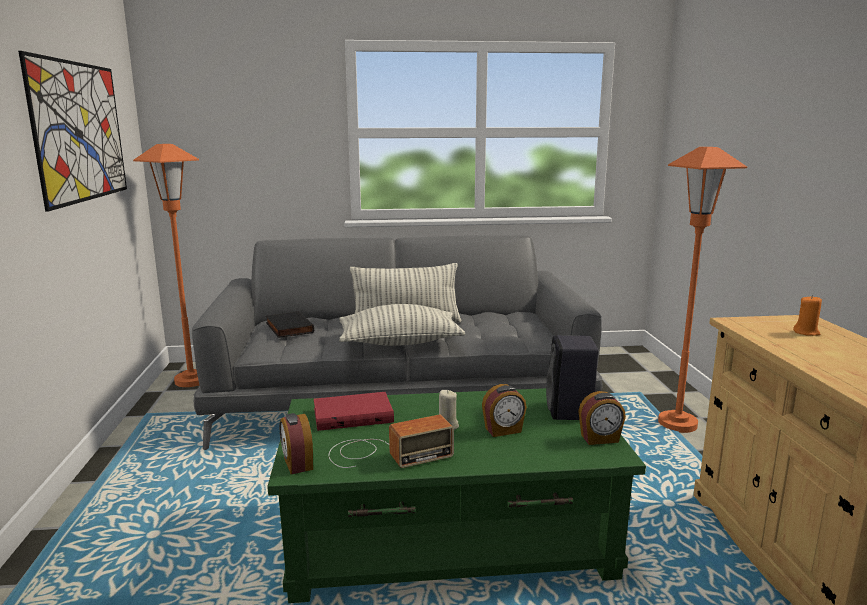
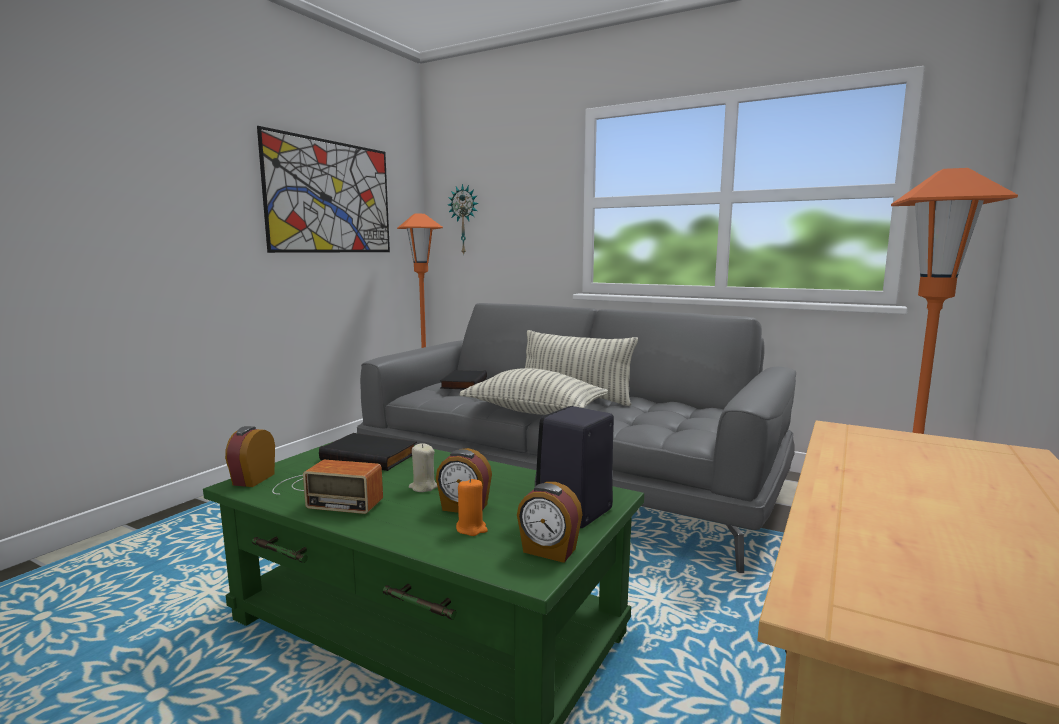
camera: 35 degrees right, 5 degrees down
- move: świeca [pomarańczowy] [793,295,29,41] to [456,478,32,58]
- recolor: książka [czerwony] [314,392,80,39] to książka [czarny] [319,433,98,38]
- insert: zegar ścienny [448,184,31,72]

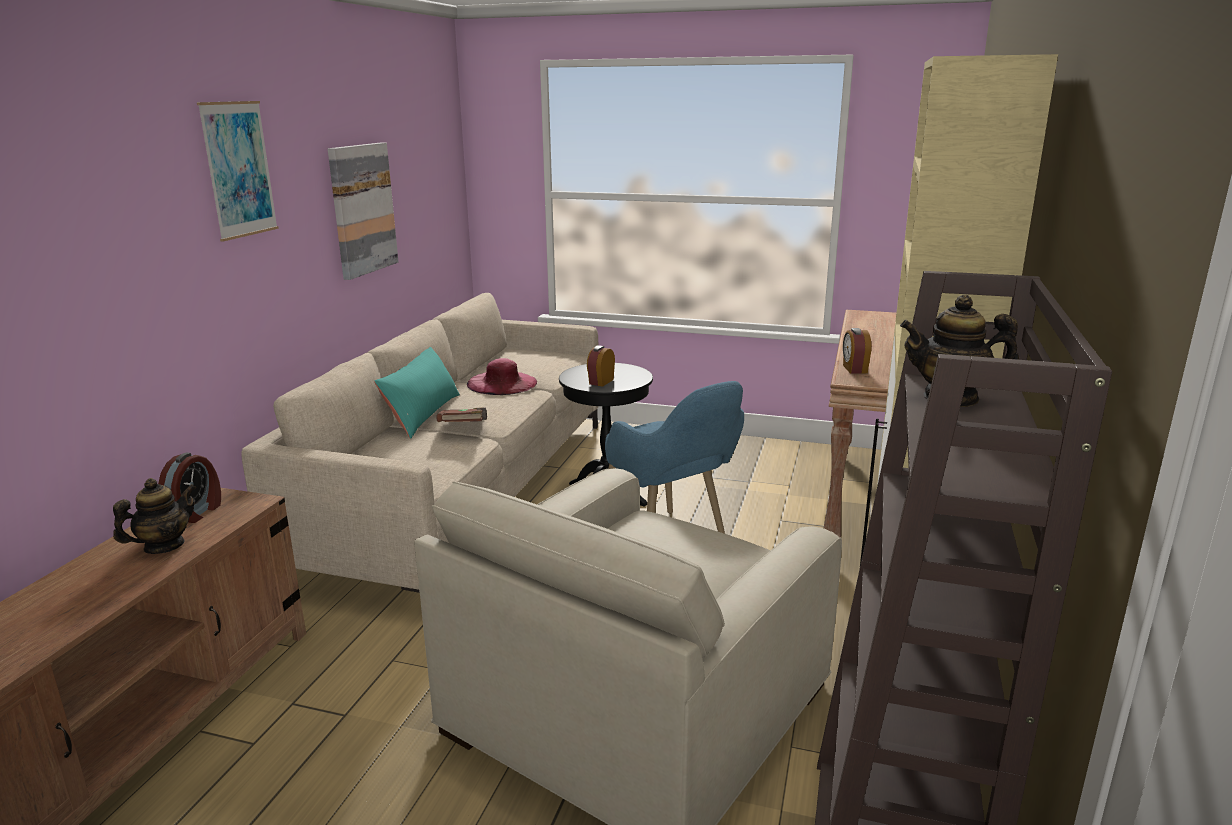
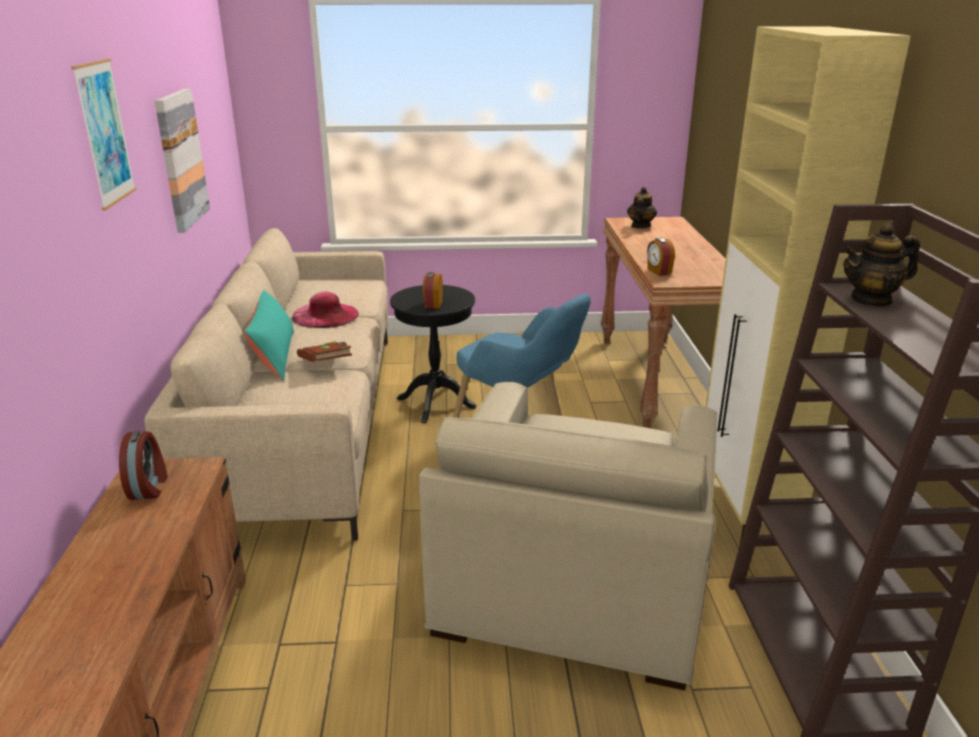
camera: 20 degrees left, 5 degrees up
- move: imbryk [113,478,84,76] to [627,187,30,41]

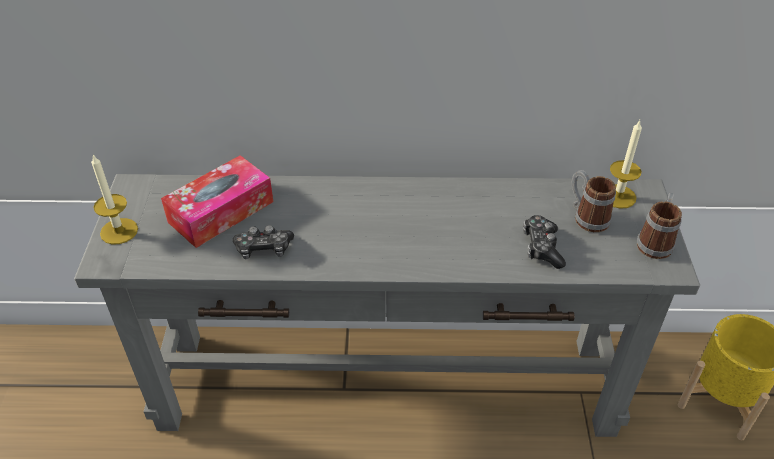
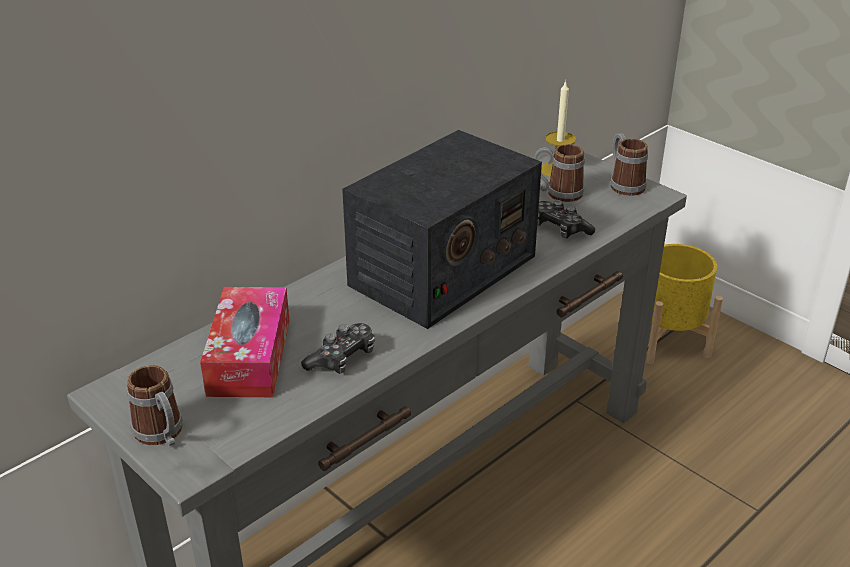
camera: 45 degrees left, 10 degrees down
- replace: świeca [91,155,47,89] to kubek [127,365,56,81]
- insert: radio [342,130,200,199]

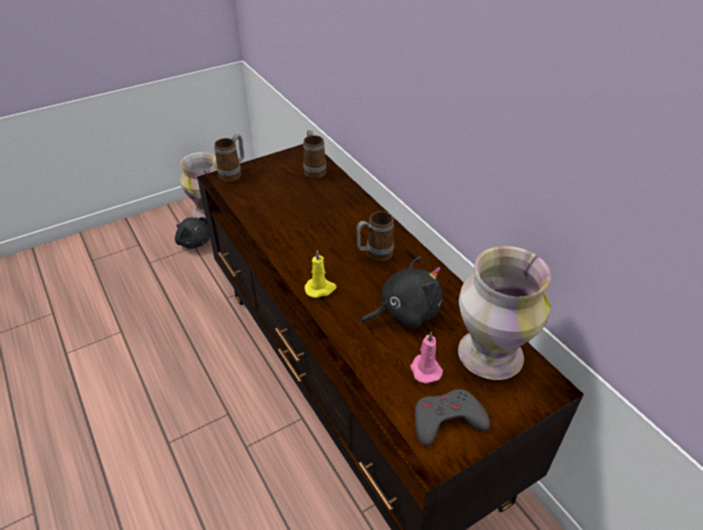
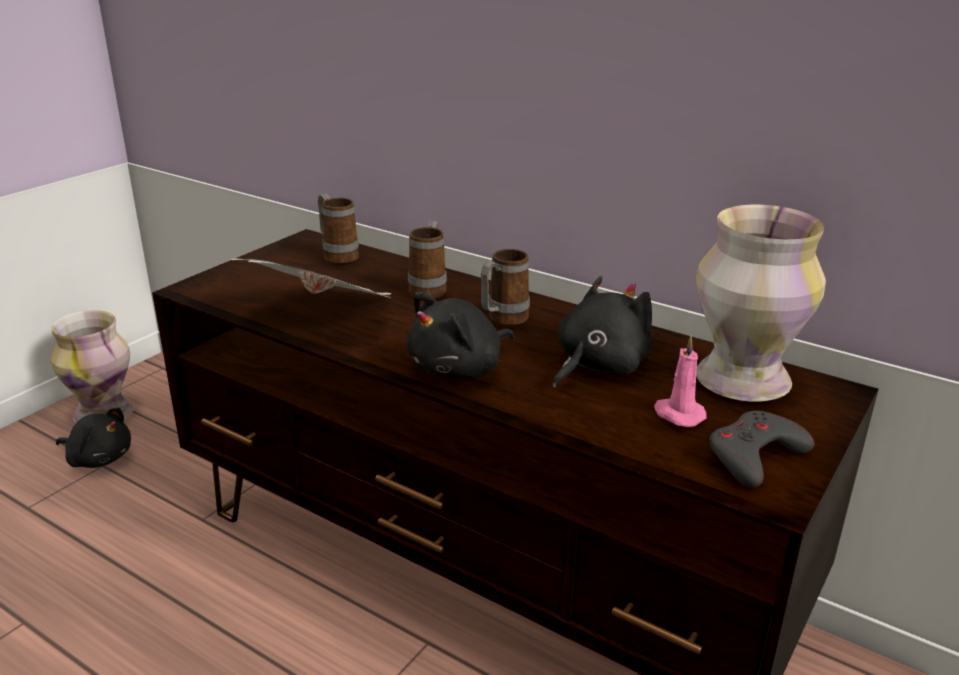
camera: 25 degrees left, 15 degrees down
- move: kubek [214,134,30,48] to [408,221,39,78]
- replace: świeca [żółty] [304,250,32,48] to pluszak [czarny] [407,292,108,87]
- insert: gazeta [230,258,162,39]

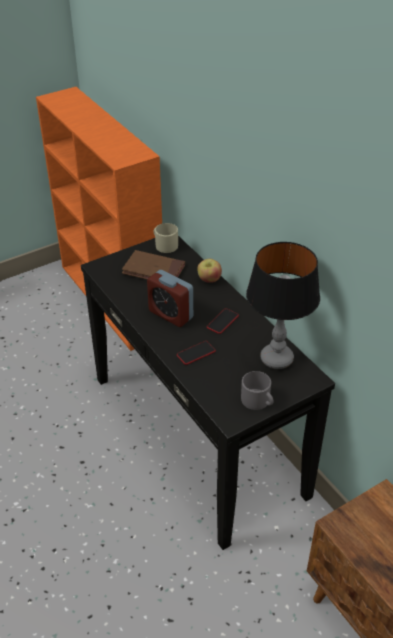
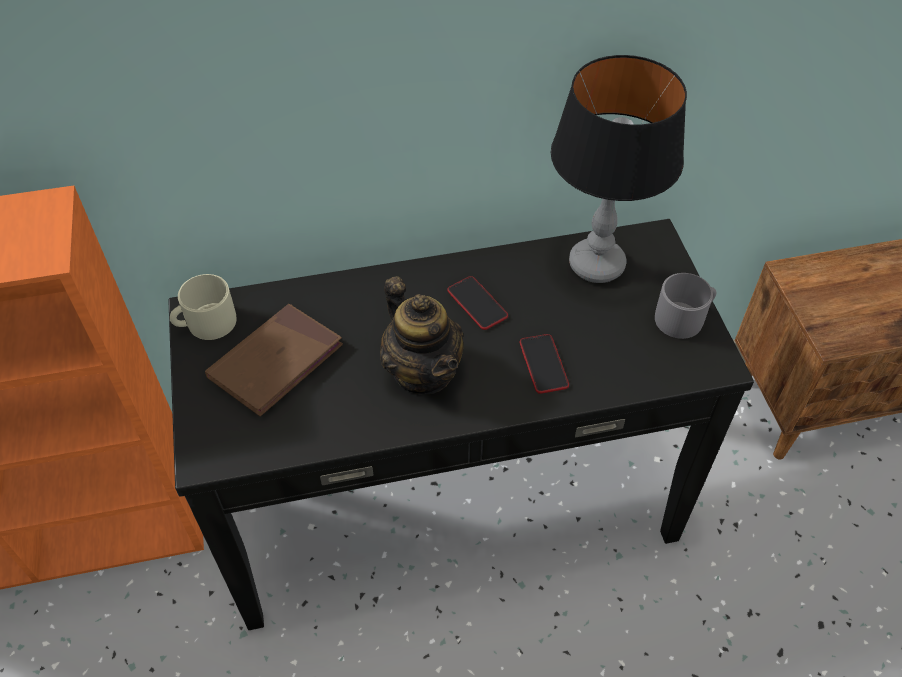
camera: 70 degrees left, 10 degrees up
- delete: jabłko [197,259,25,24]
- replace: budzik [147,270,46,57] to imbryk [380,276,83,118]

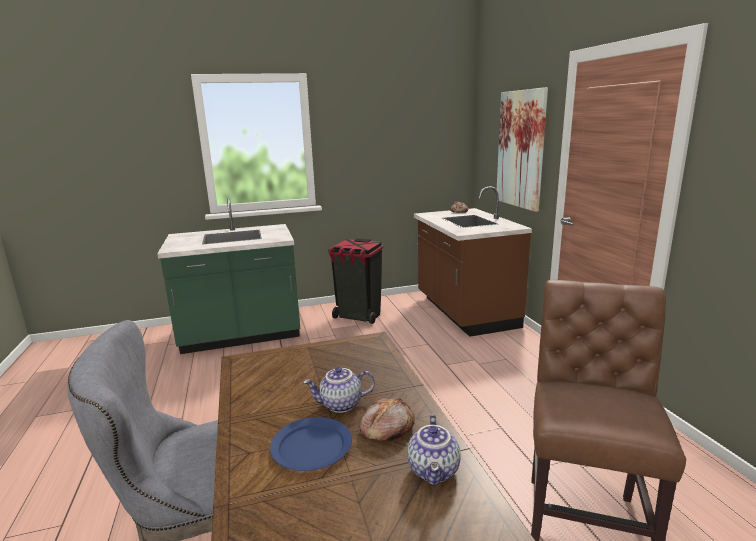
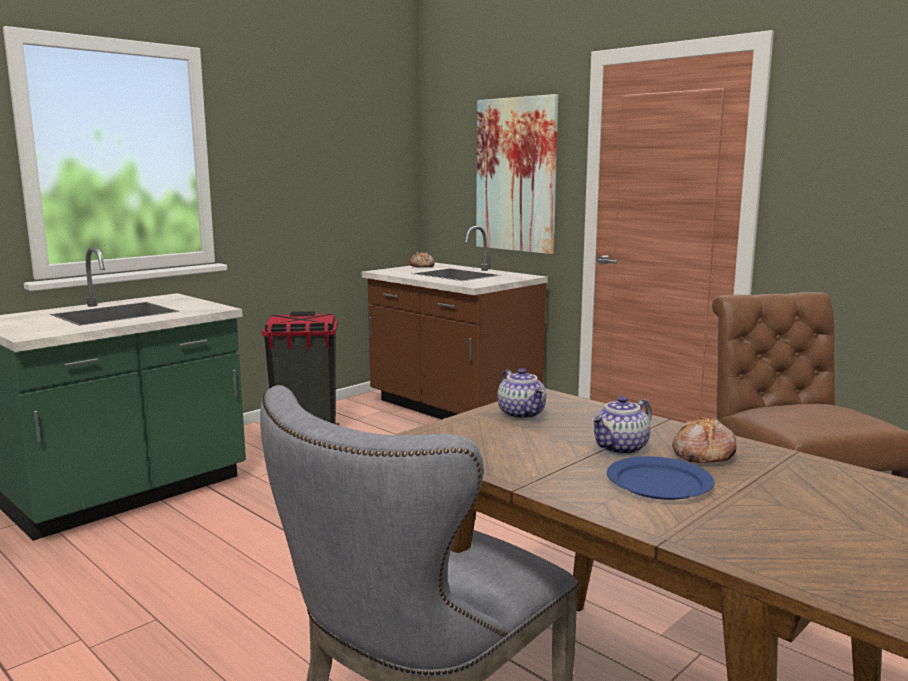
camera: 30 degrees left, 5 degrees down
- move: imbryk [408,414,53,71] to [497,368,49,51]

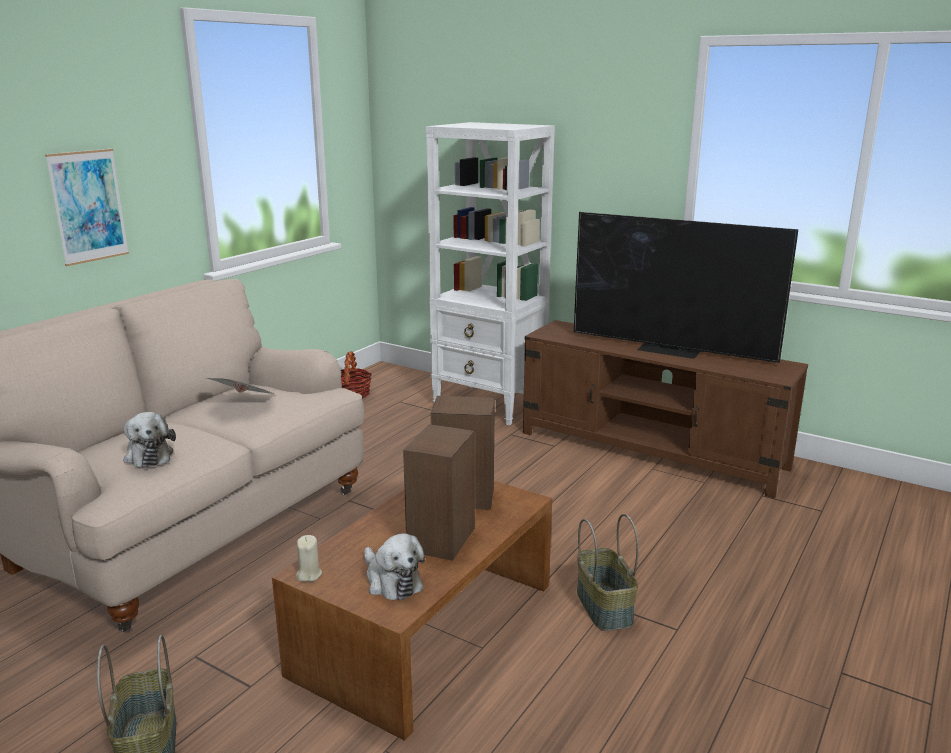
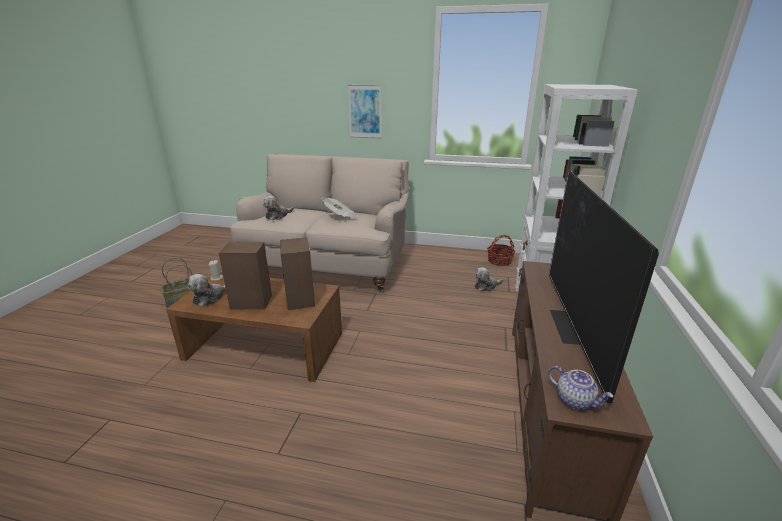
camera: 70 degrees right, 5 degrees up
- delete: koszyk [577,514,62,117]
- insert: pluszak [475,267,28,24]
- insert: imbryk [548,366,66,44]

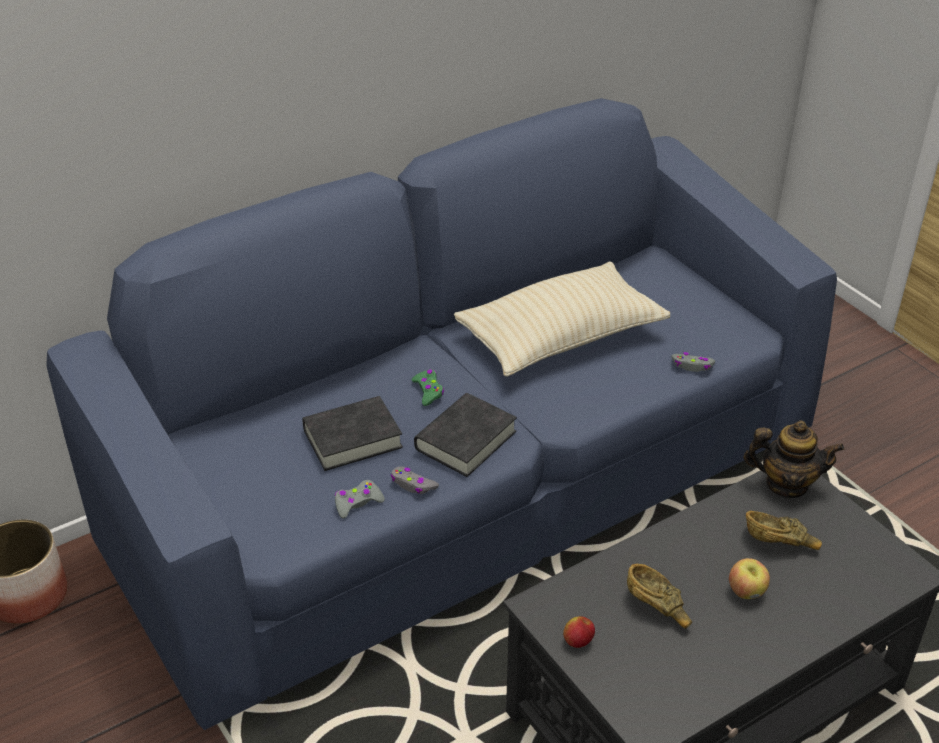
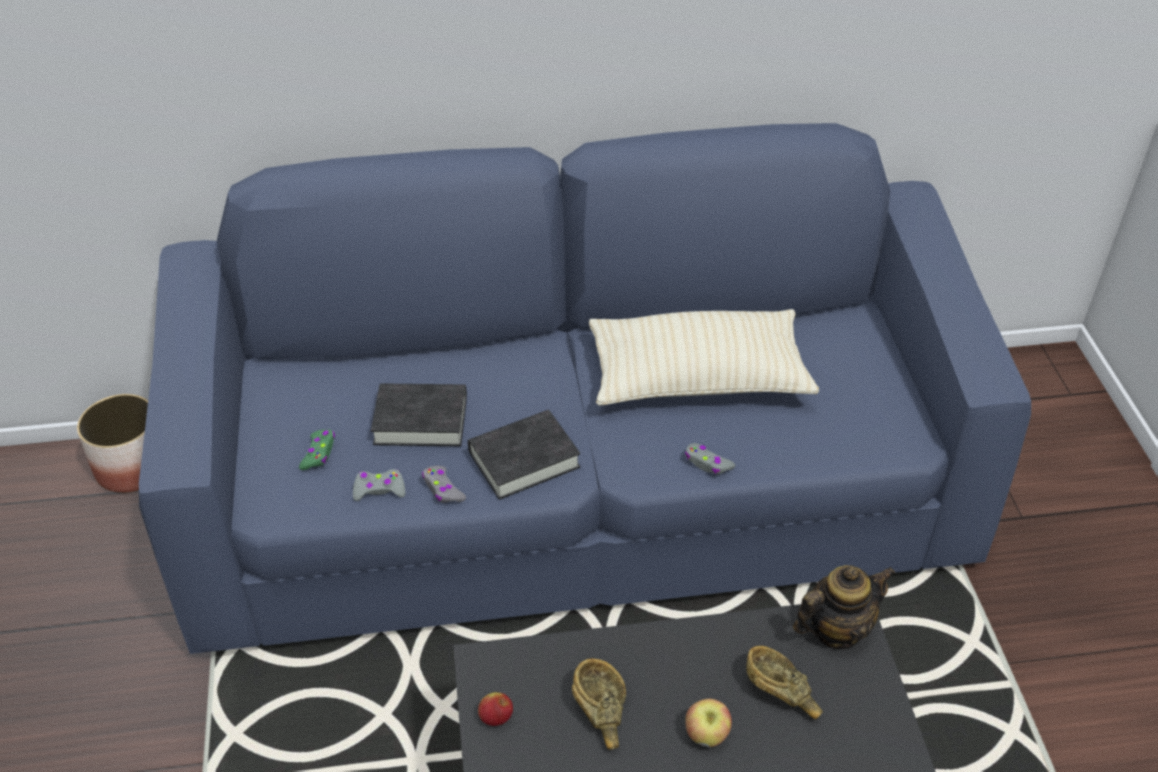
camera: 25 degrees right, 5 degrees up
- move: pad do gier [szary] [671,352,44,20] to [685,443,50,32]
- move: pad do gier [zielony] [411,369,33,37] to [299,429,36,41]
- rotate: imbryk [743,420,102,78] = [793,565,102,84] 60 degrees counterclockwise

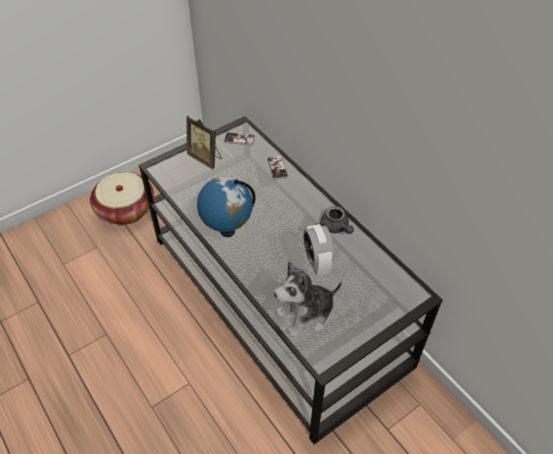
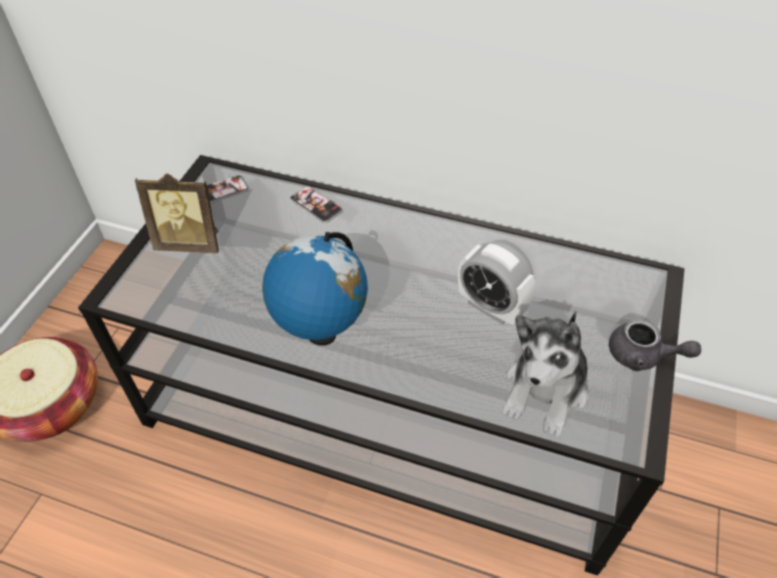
camera: 35 degrees left, 0 degrees up
- move: imbryk [szary] [320,206,34,28] to [609,319,92,52]

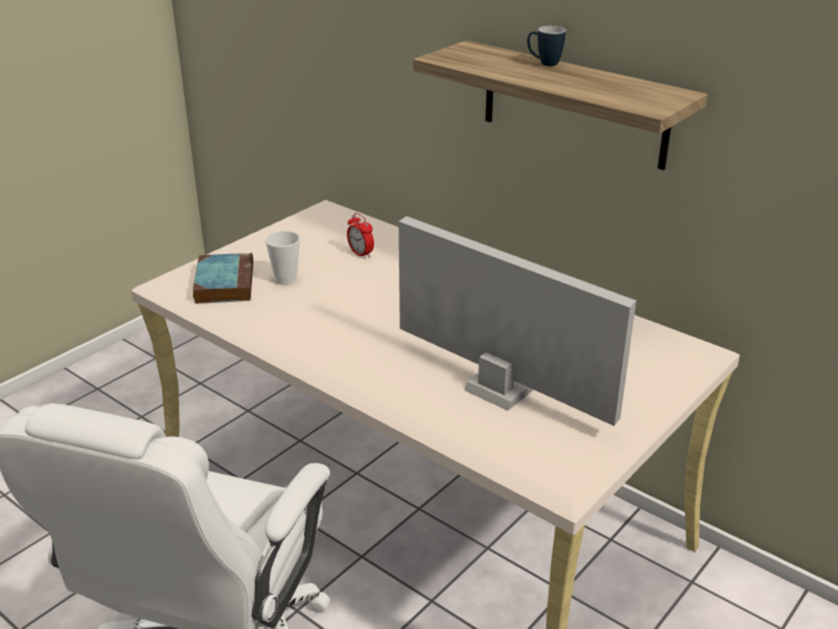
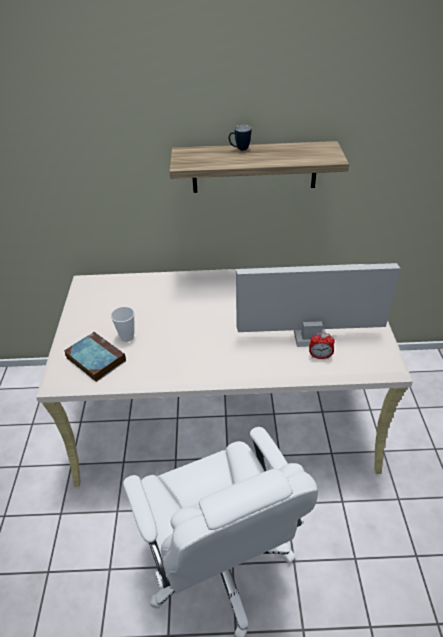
camera: 40 degrees left, 10 degrees up
- move: budzik [347,213,27,46] to [309,333,26,26]

